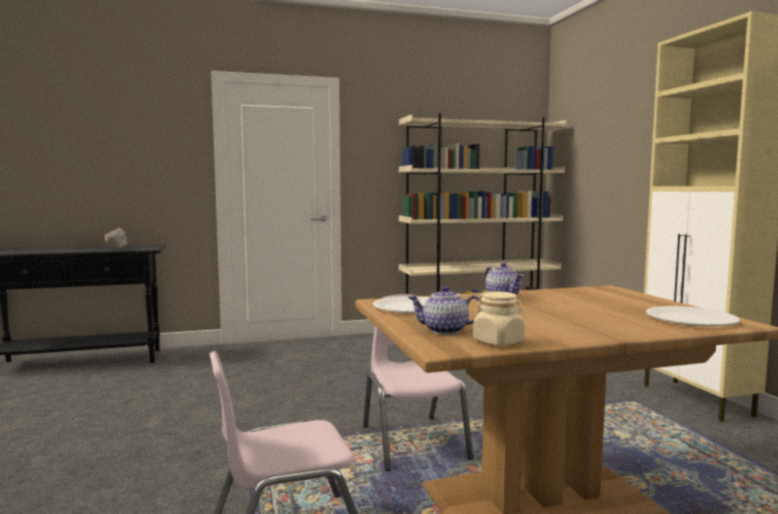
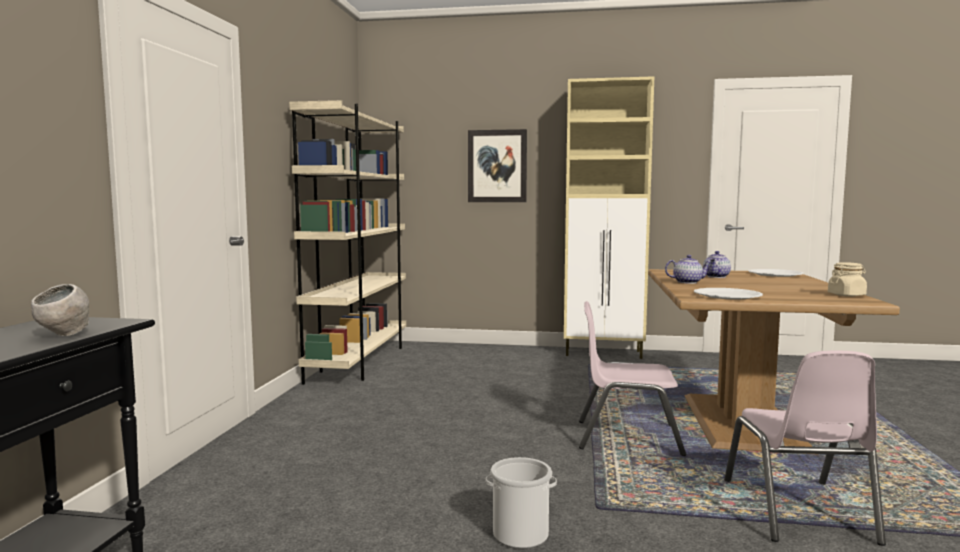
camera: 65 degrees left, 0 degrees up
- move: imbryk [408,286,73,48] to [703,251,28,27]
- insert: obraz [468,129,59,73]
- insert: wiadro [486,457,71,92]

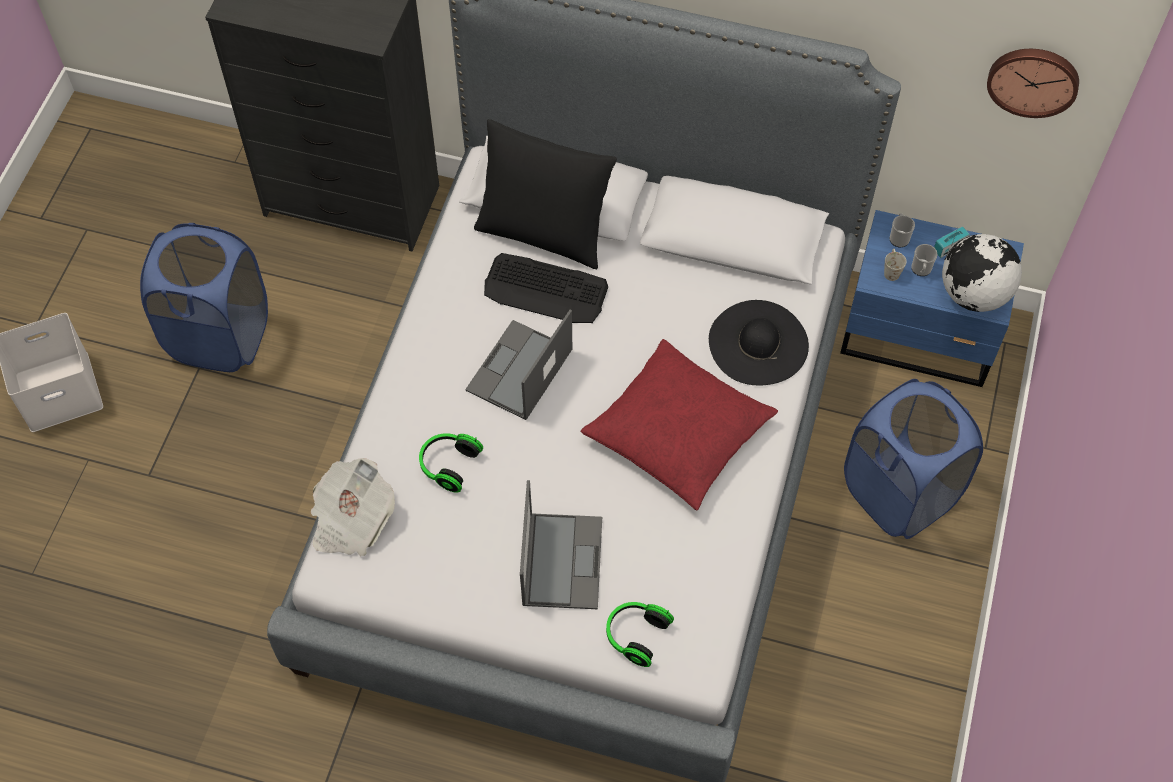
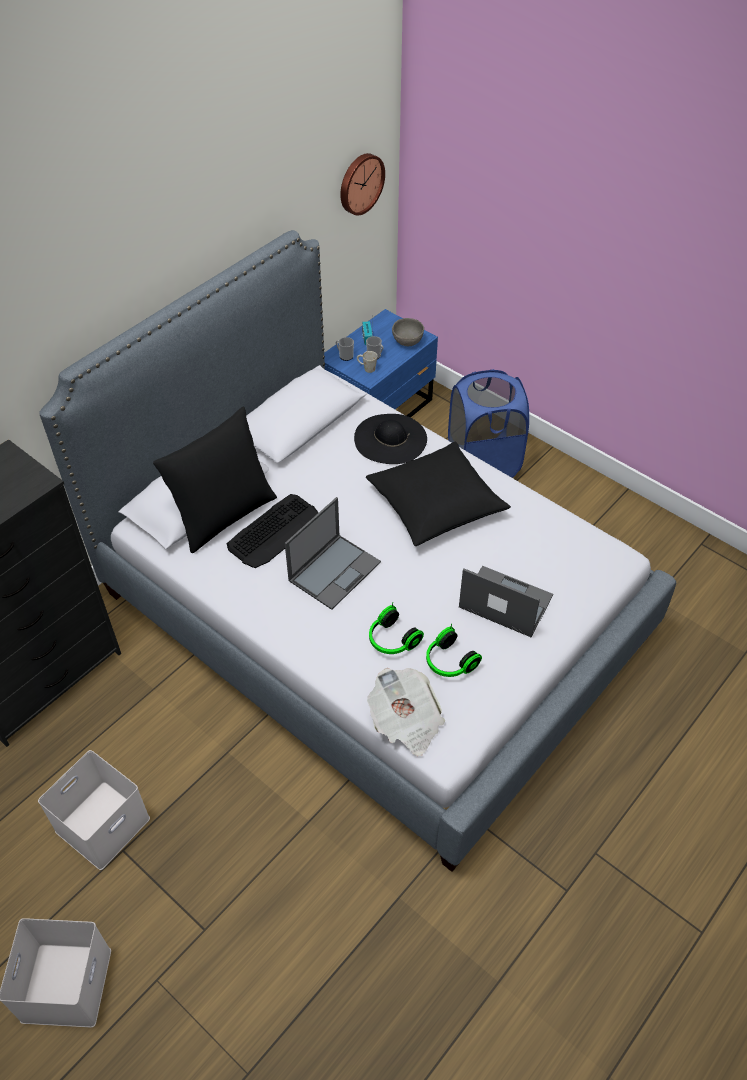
camera: 65 degrees left, 10 degrees down
- replace: kosz na pranie [niebieski] [140,223,128,149] to pojemnik do przechowywania [biały] [38,750,112,120]
- replace: globus [942,234,80,78] to miska [szary] [392,318,32,28]
- rotate: laptop [465,310,108,110] = [285,497,96,113] 105 degrees counterclockwise
- recolor: poduszka [czerwony] [581,339,197,171] to poduszka [czarny] [366,442,145,104]
- move: słuchawki [606,602,68,65] to [426,623,56,54]

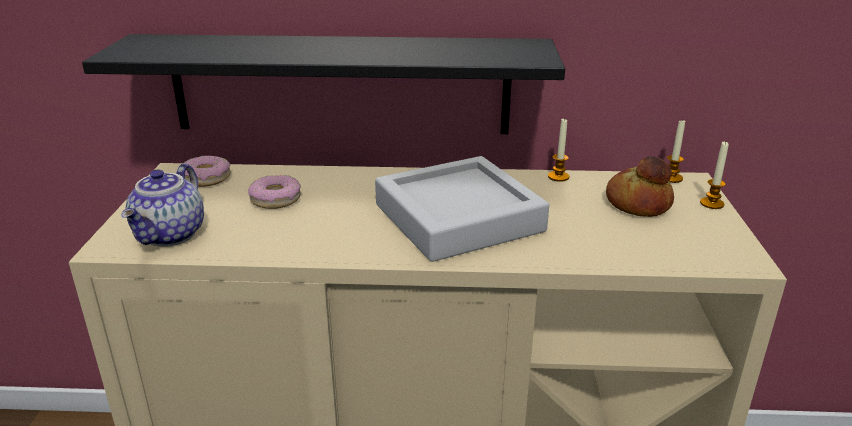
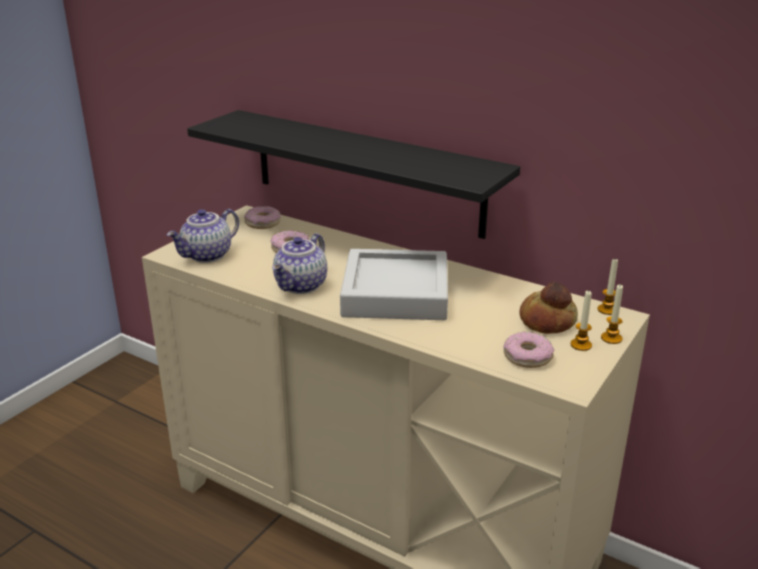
camera: 30 degrees right, 0 degrees up
- move: świeca [548,118,21,64] to [570,291,22,60]
- insert: imbryk [272,233,55,61]
- insert: donut [504,332,50,36]

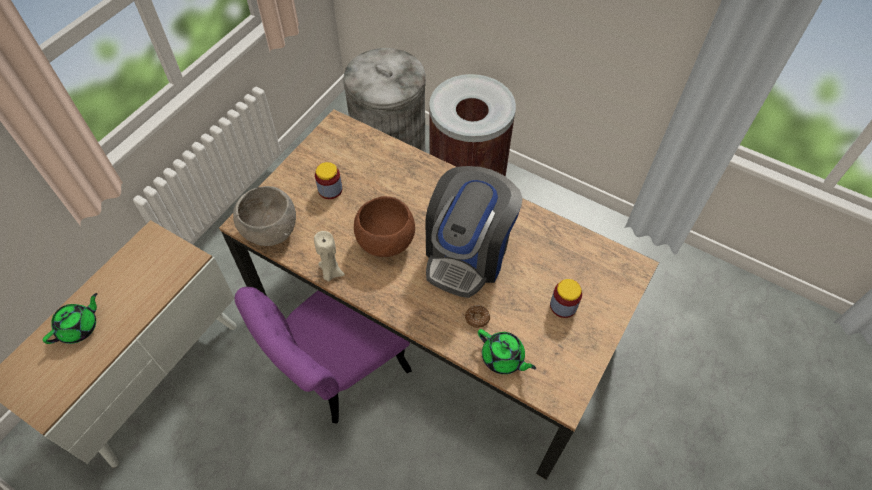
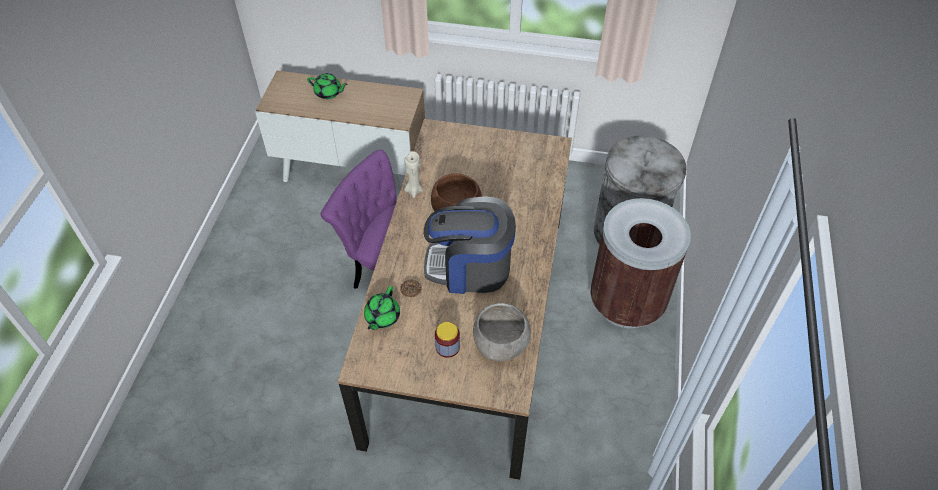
camera: 70 degrees right, 5 degrees down
- delete: słoik [315,162,27,37]
- move: miska [szary] [233,186,63,60] to [473,303,58,58]

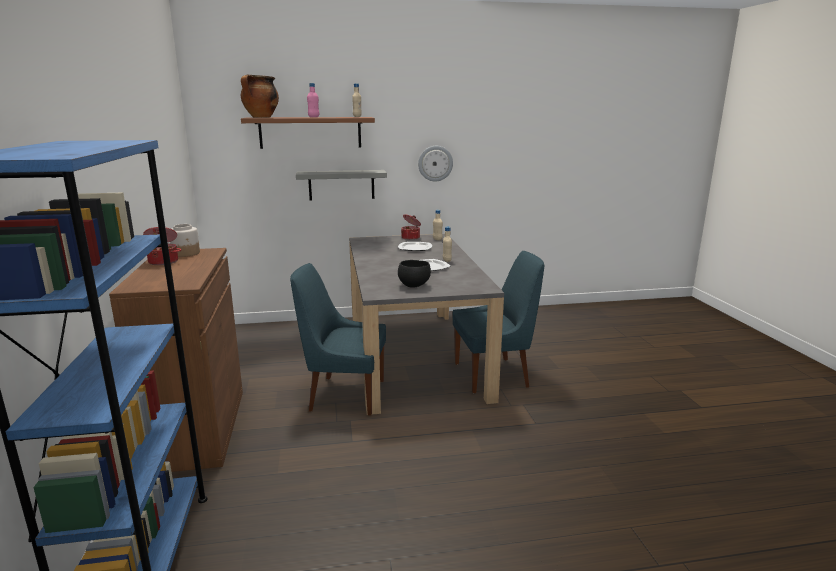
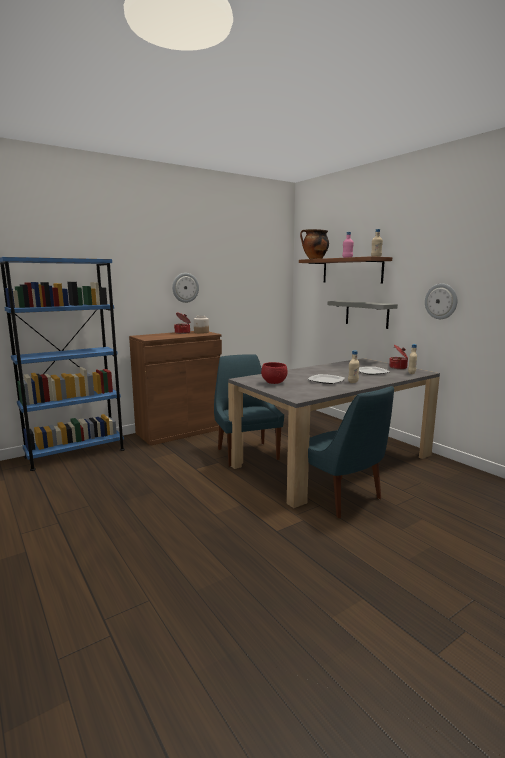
camera: 65 degrees right, 5 degrees down
- recolor: miska [czarny] [398,260,33,27] to miska [czerwony] [261,362,27,22]
- insert: zegar ścienny [172,273,27,30]

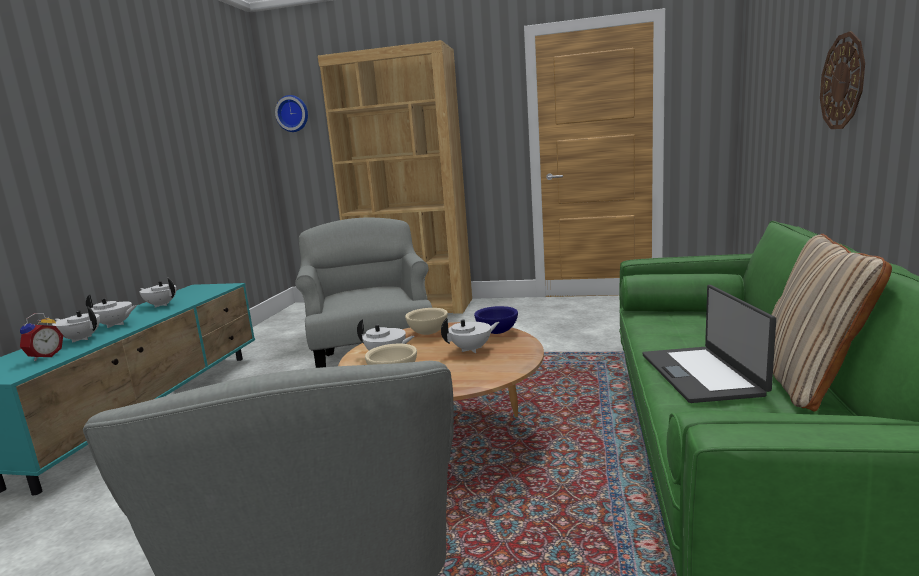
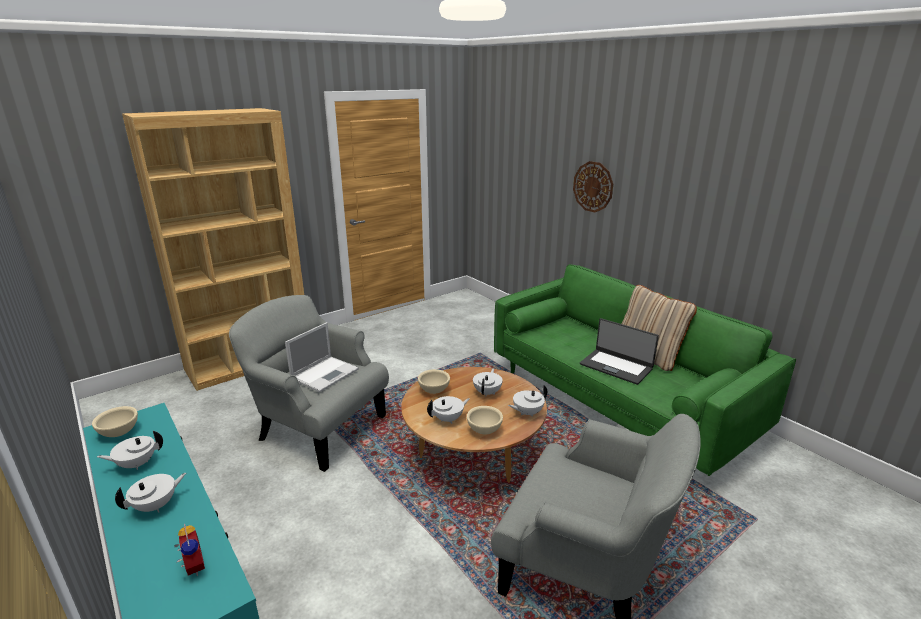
camera: 50 degrees left, 10 degrees up
- delete: zegar ścienny [275,95,33,37]
- move: imbryk [biały] [52,306,48,37] to [508,385,39,32]
- delete: miska [niebieski] [474,306,44,28]
- insert: laptop [285,322,74,70]
- insert: miska [beżowy] [92,406,46,31]

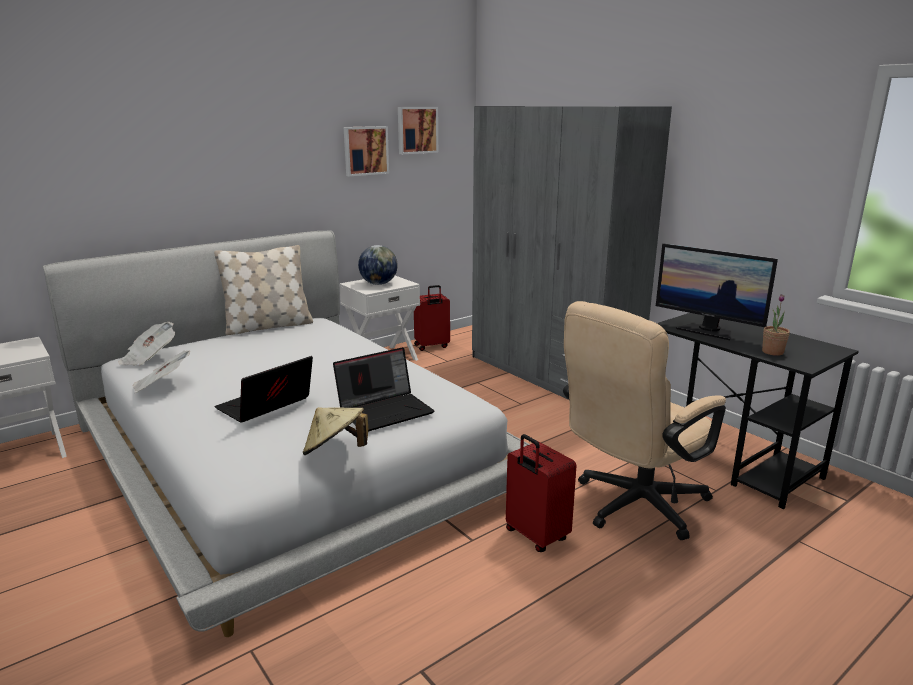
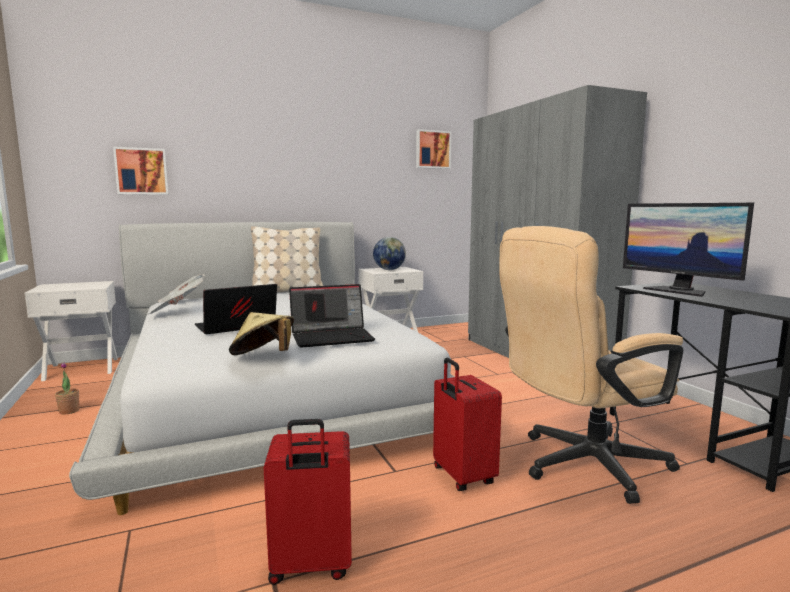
camera: 15 degrees right, 10 degrees down
- move: obraz [344,126,45,50] to [113,147,55,48]
- move: walizka [czerwony] [414,285,36,66] to [264,419,88,166]
- move: roślina doniczkowa [762,294,28,62] to [55,362,24,53]

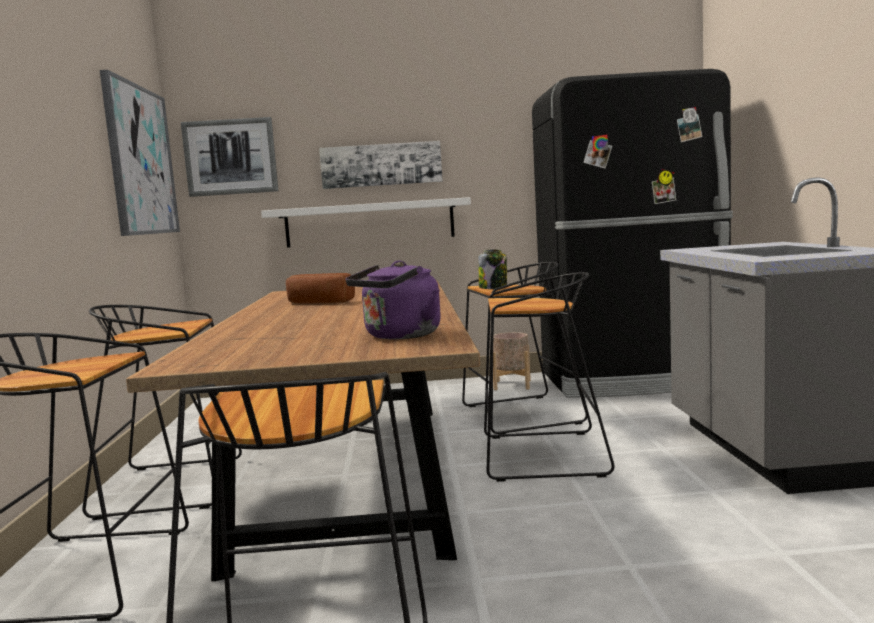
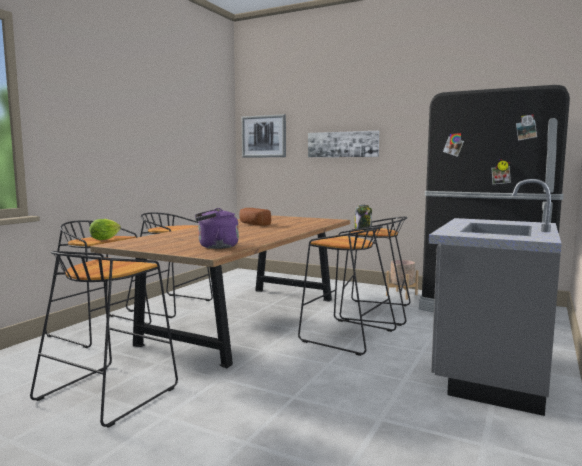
camera: 30 degrees right, 0 degrees up
- delete: obraz [100,70,80,166]
- delete: półka [biały] [261,197,210,51]
- insert: sałata [89,219,32,21]

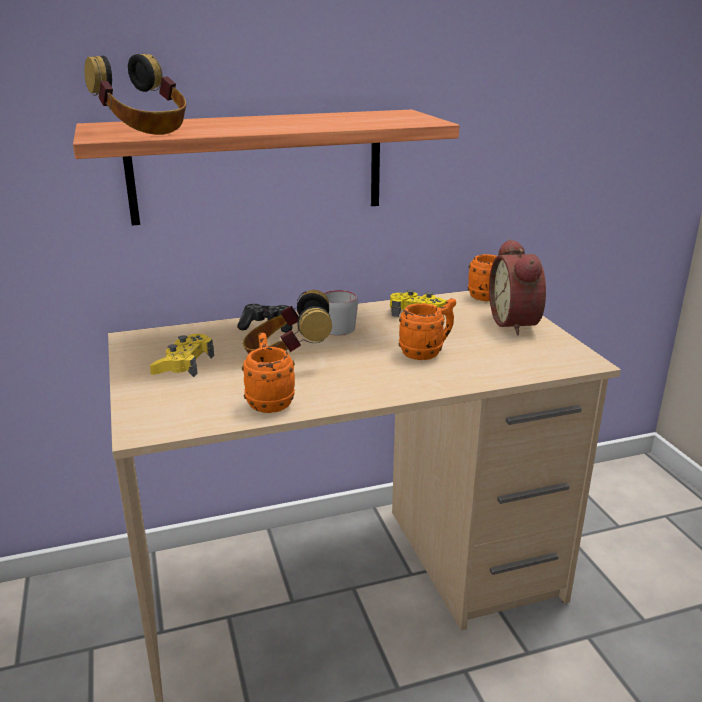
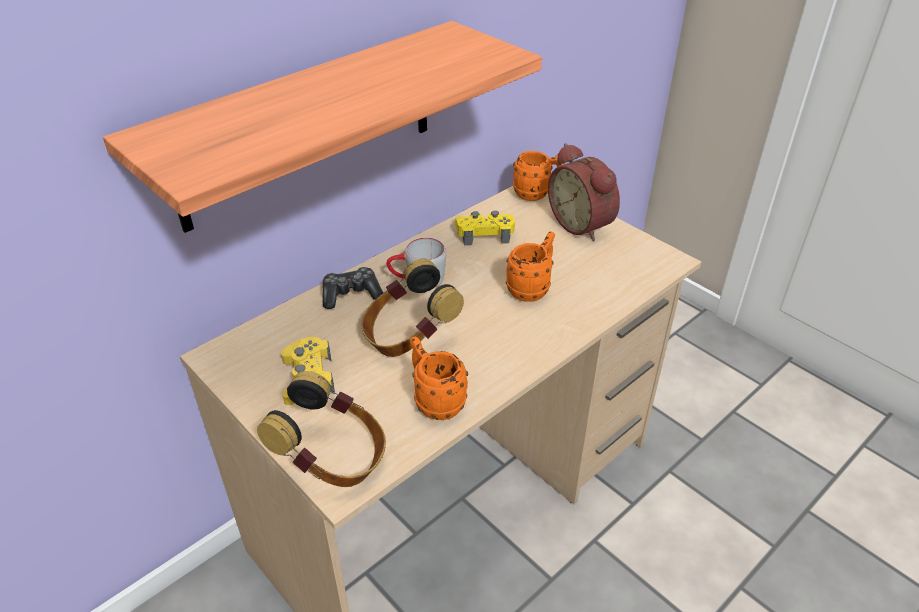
camera: 25 degrees left, 15 degrees up
- move: słuchawki [84,54,102,81] to [257,371,129,116]

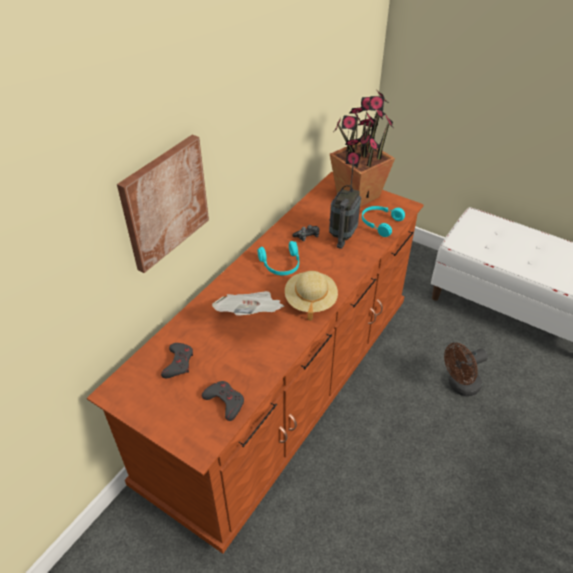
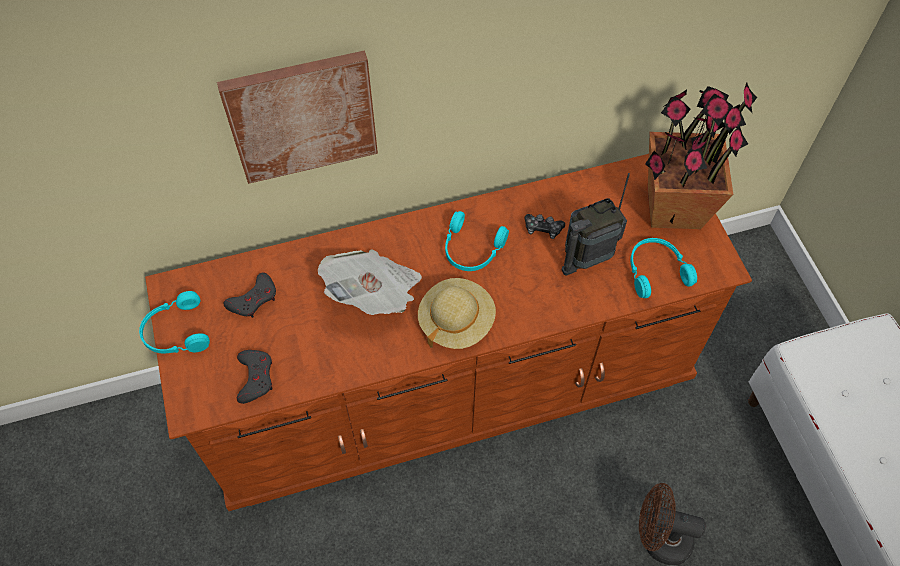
camera: 40 degrees right, 15 degrees up
- insert: słuchawki [turkusowy] [139,291,71,62]

